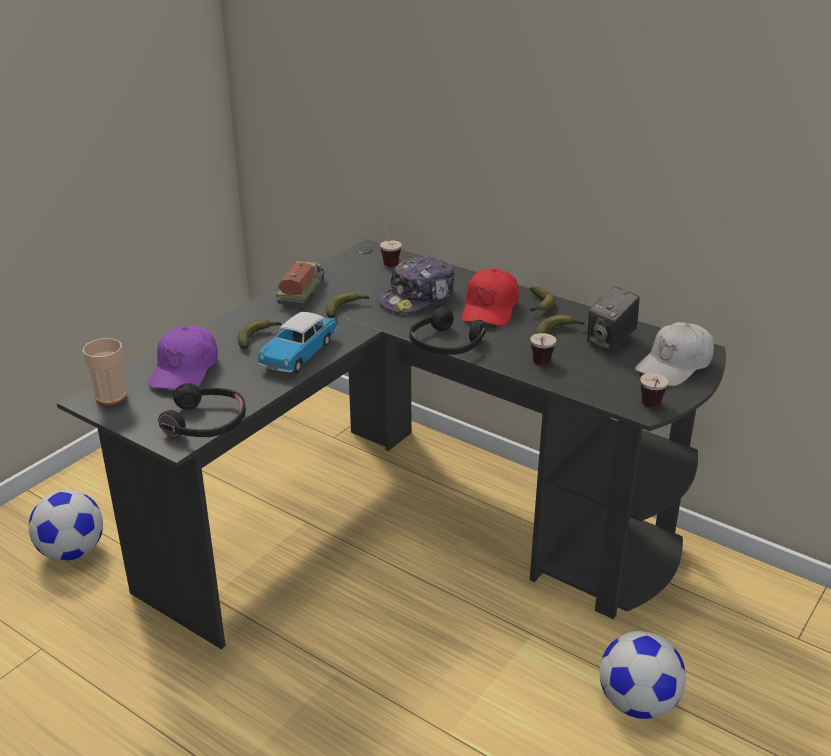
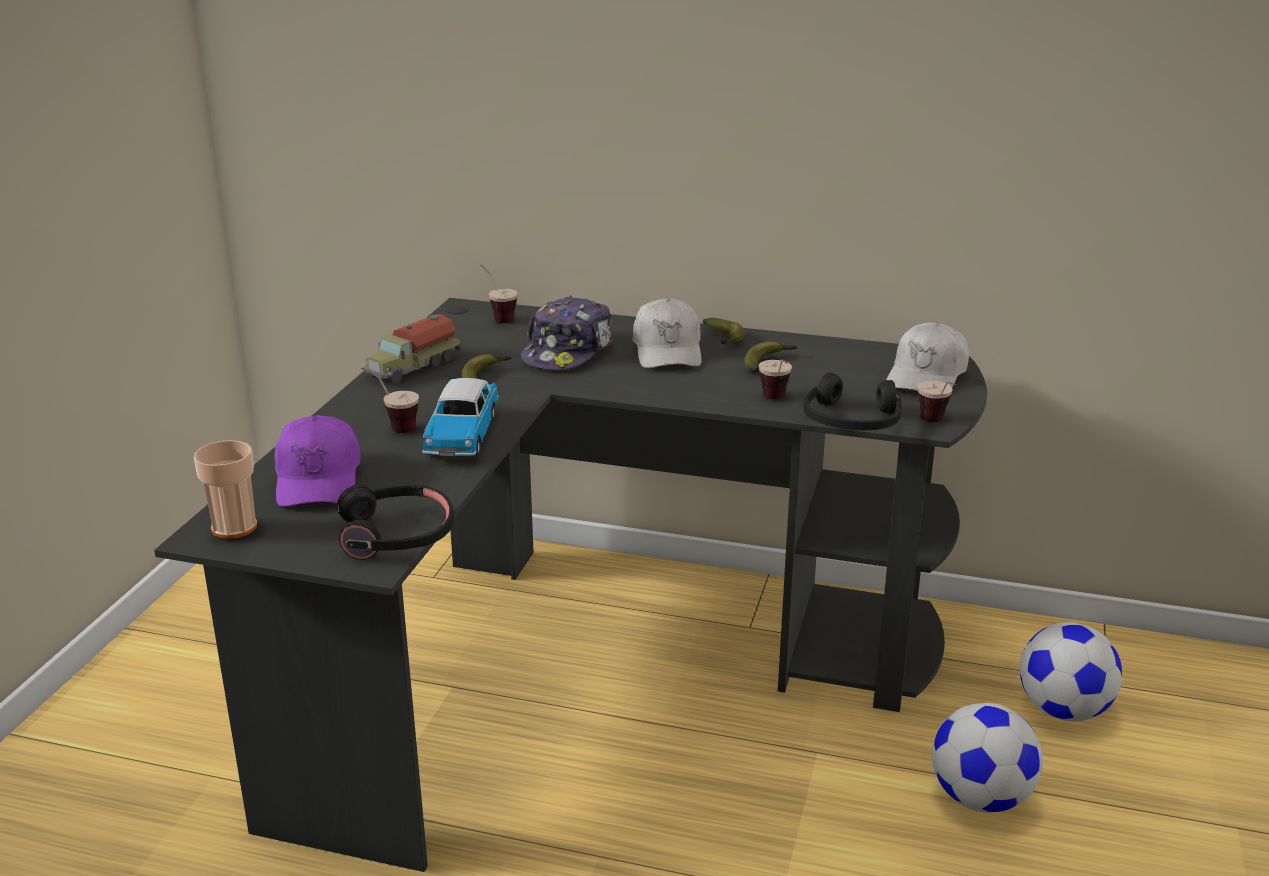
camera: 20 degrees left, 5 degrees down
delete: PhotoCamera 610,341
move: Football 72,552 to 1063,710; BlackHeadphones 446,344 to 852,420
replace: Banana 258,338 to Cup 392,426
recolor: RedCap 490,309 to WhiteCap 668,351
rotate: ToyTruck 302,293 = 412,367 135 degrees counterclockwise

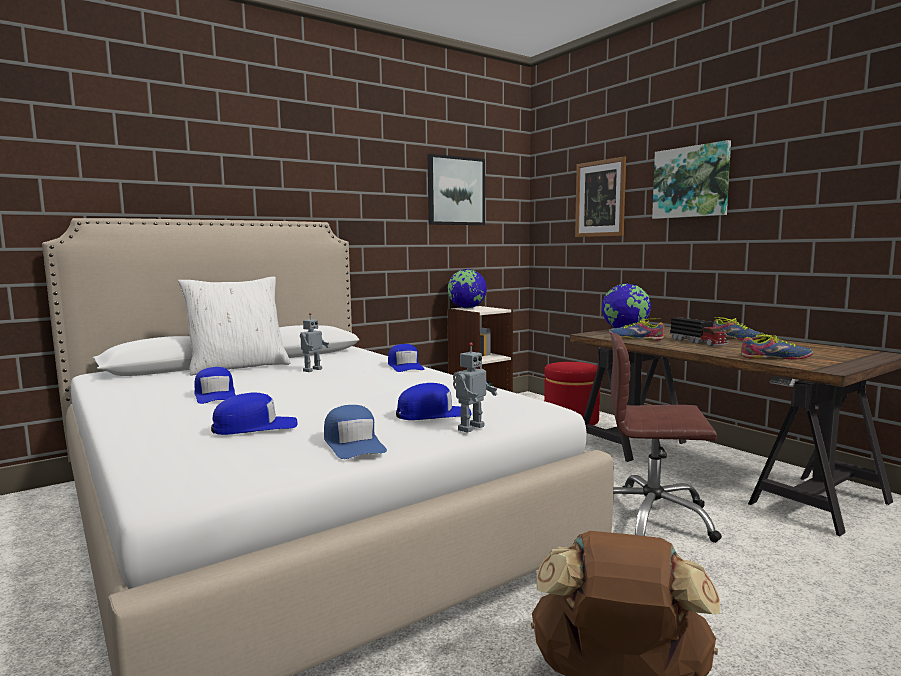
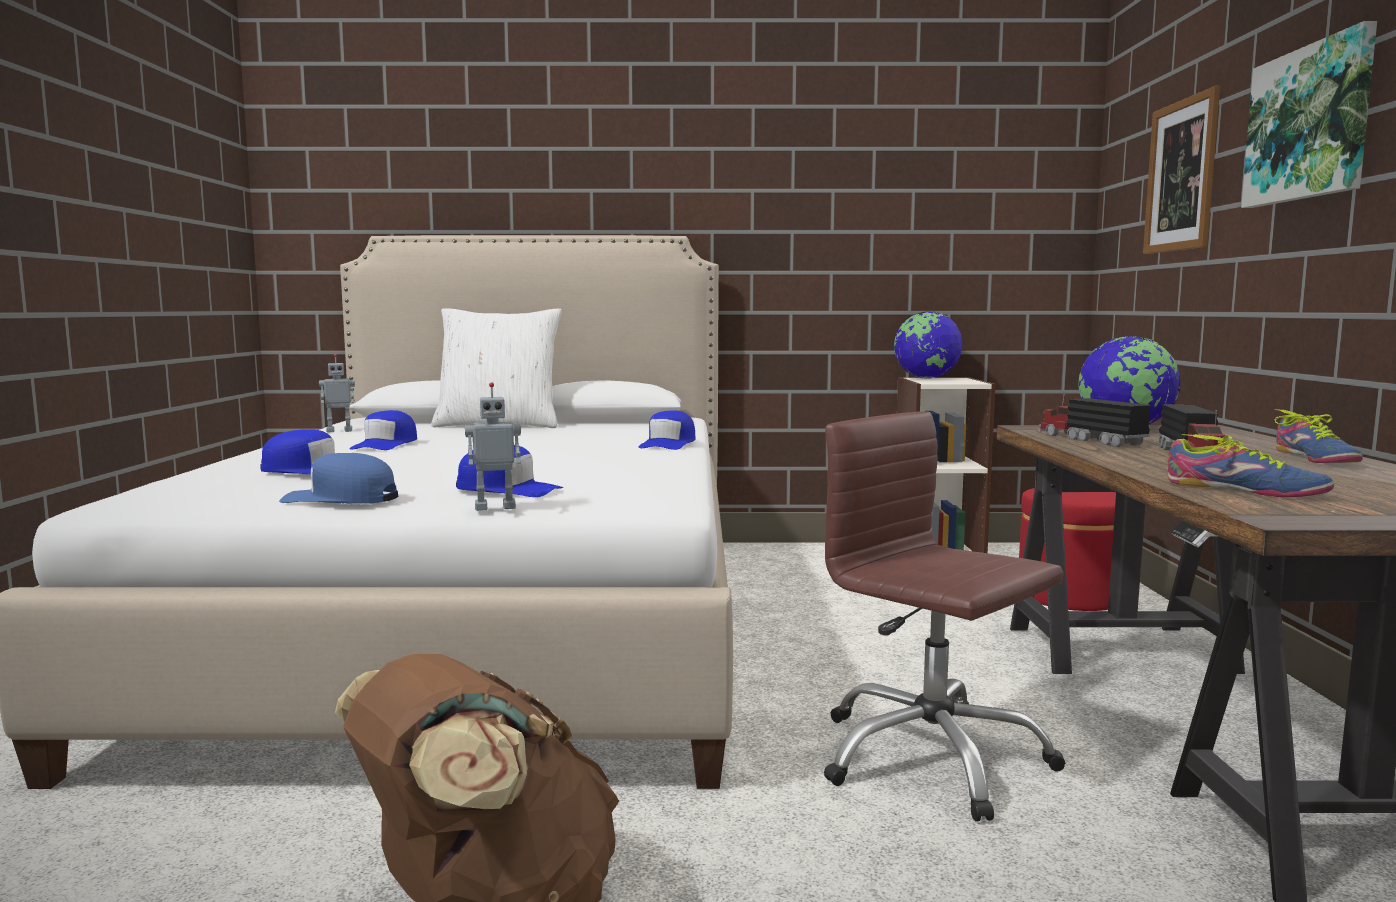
camera: 35 degrees right, 0 degrees up
delete: Picture 455,191
move: ToyRobot 312,370 to 339,431
replace: Shoe 636,338 to ToyTruck 1089,439
rotate: BlueCap 353,443 = 341,499 90 degrees clockwise

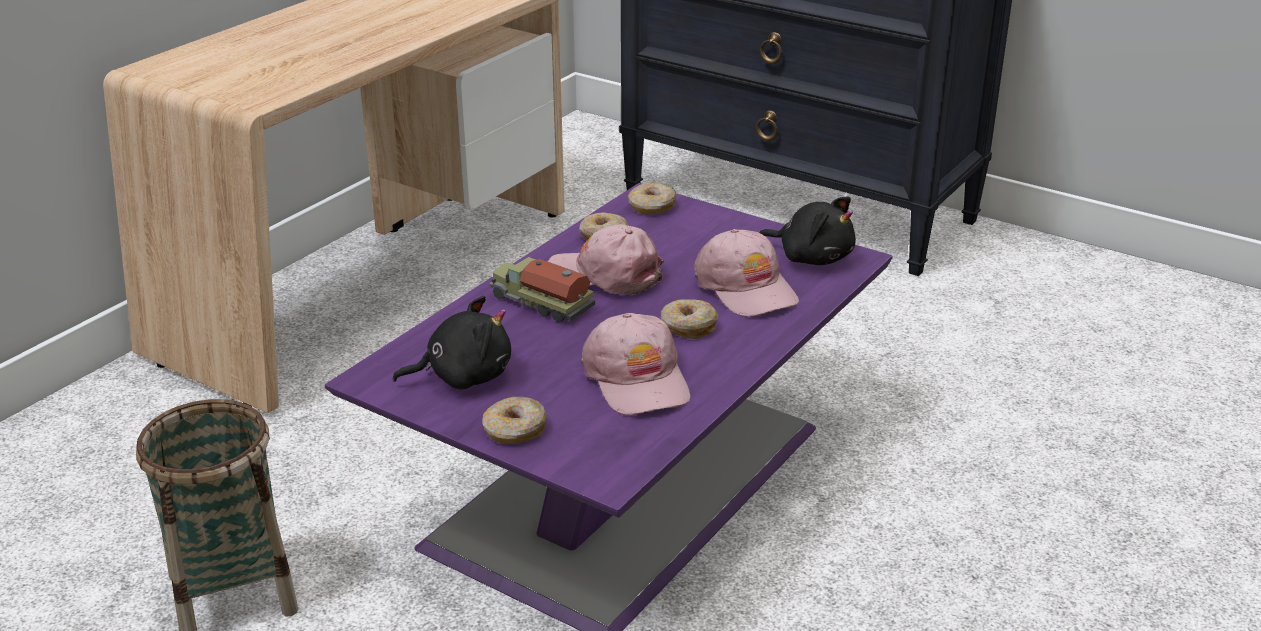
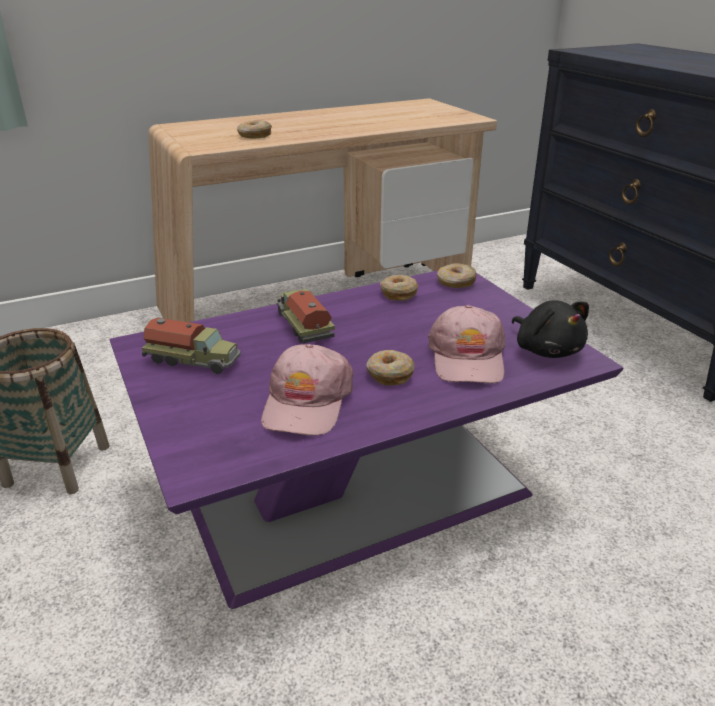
camera: 30 degrees right, 0 degrees up
delete: PinkCap 605,275
move: Donut 515,430 to 254,135
replace: BlackPlushToy 463,376 to ToyTruck 193,360

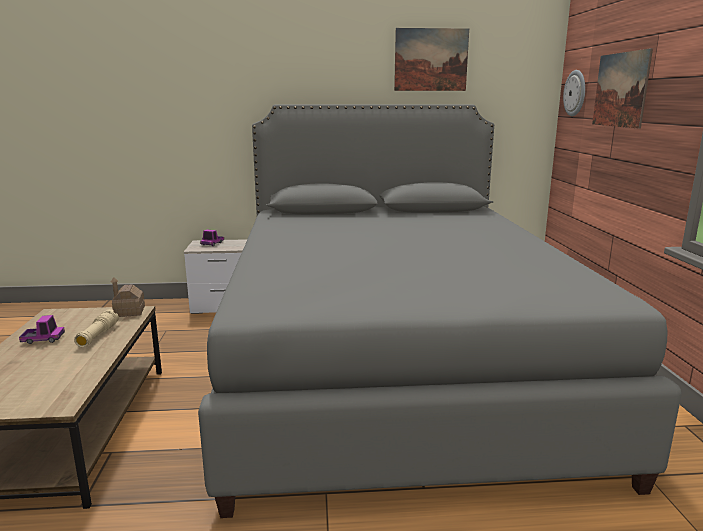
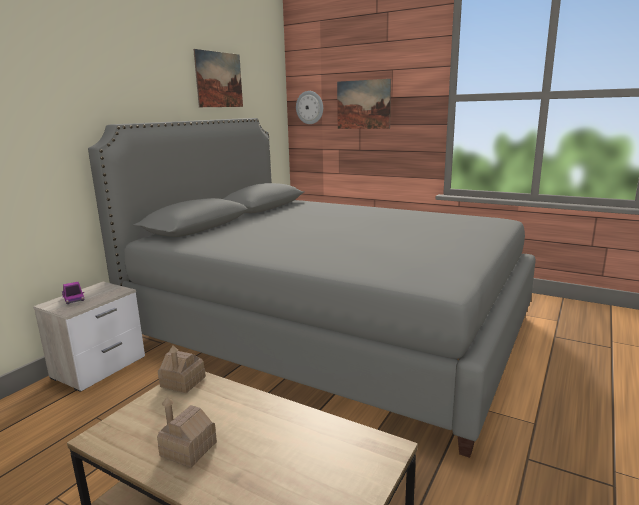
camera: 55 degrees left, 0 degrees up
delete: BeigeFlashlight 98,336
replace: ToyTruck 43,339 to ToyHouse 188,449

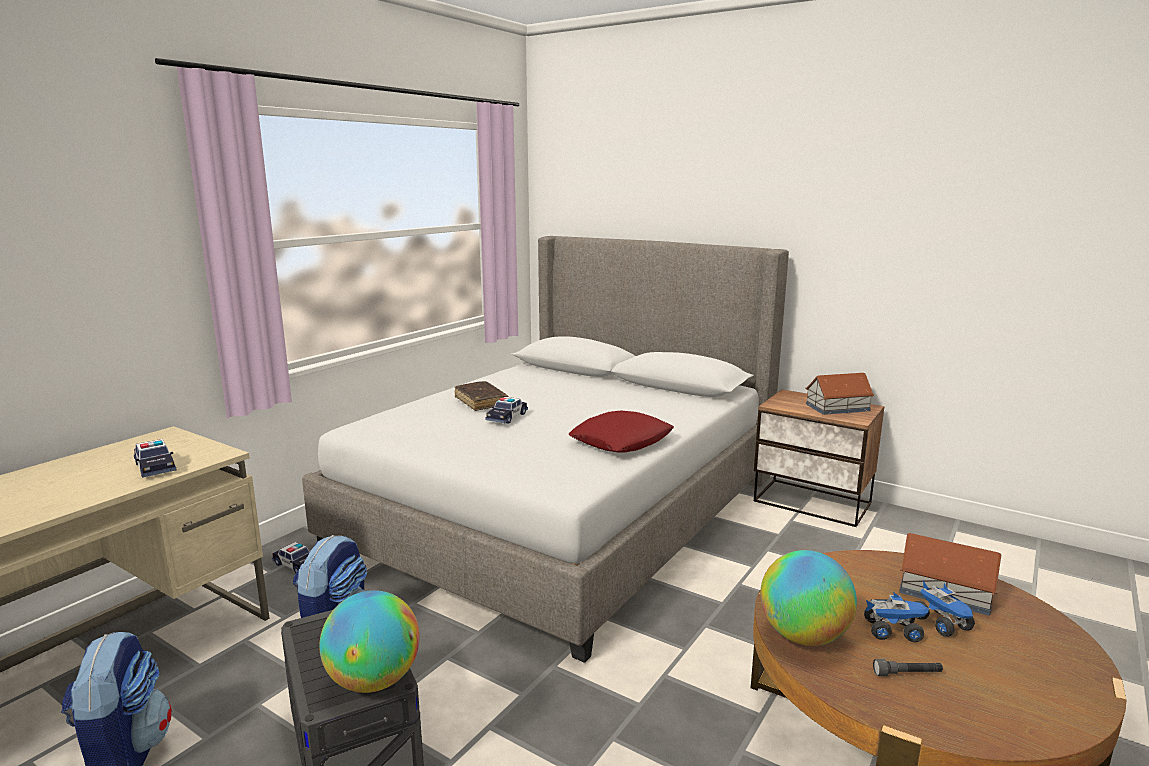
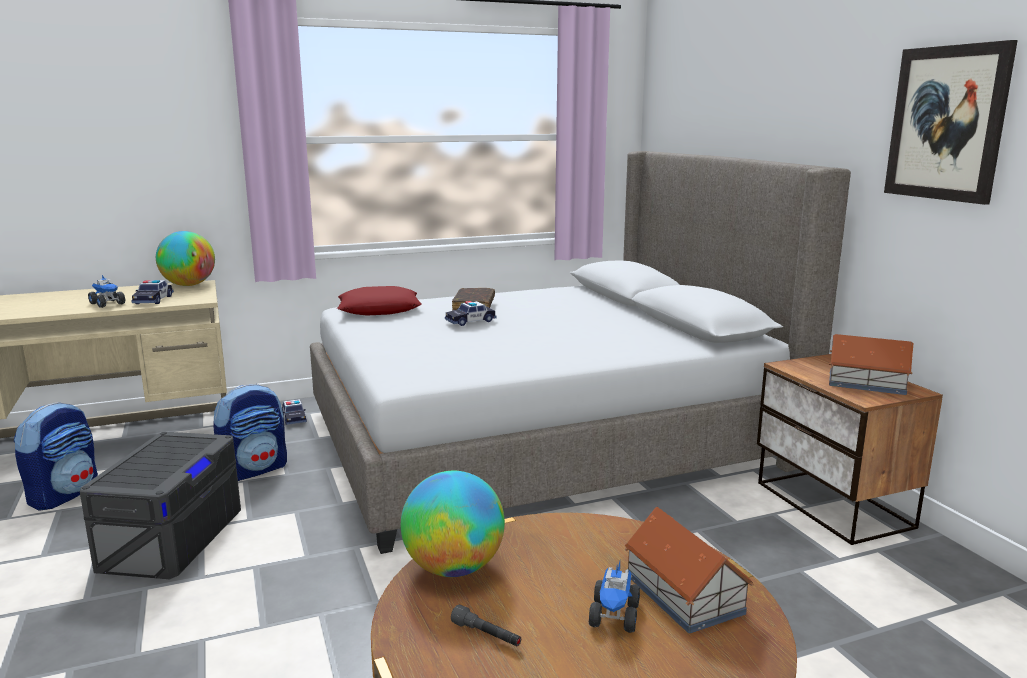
camera: 35 degrees right, 0 degrees up
insert: Picture 946,123
move: Globe 374,681 to 189,285; RedPillow 621,441 to 379,309; ToyTruck 893,631 to 108,304

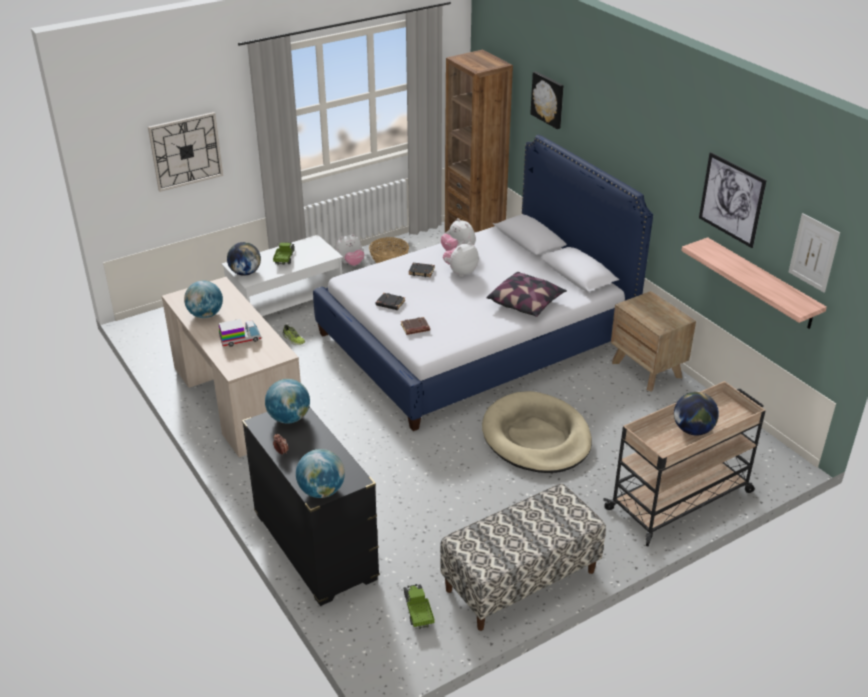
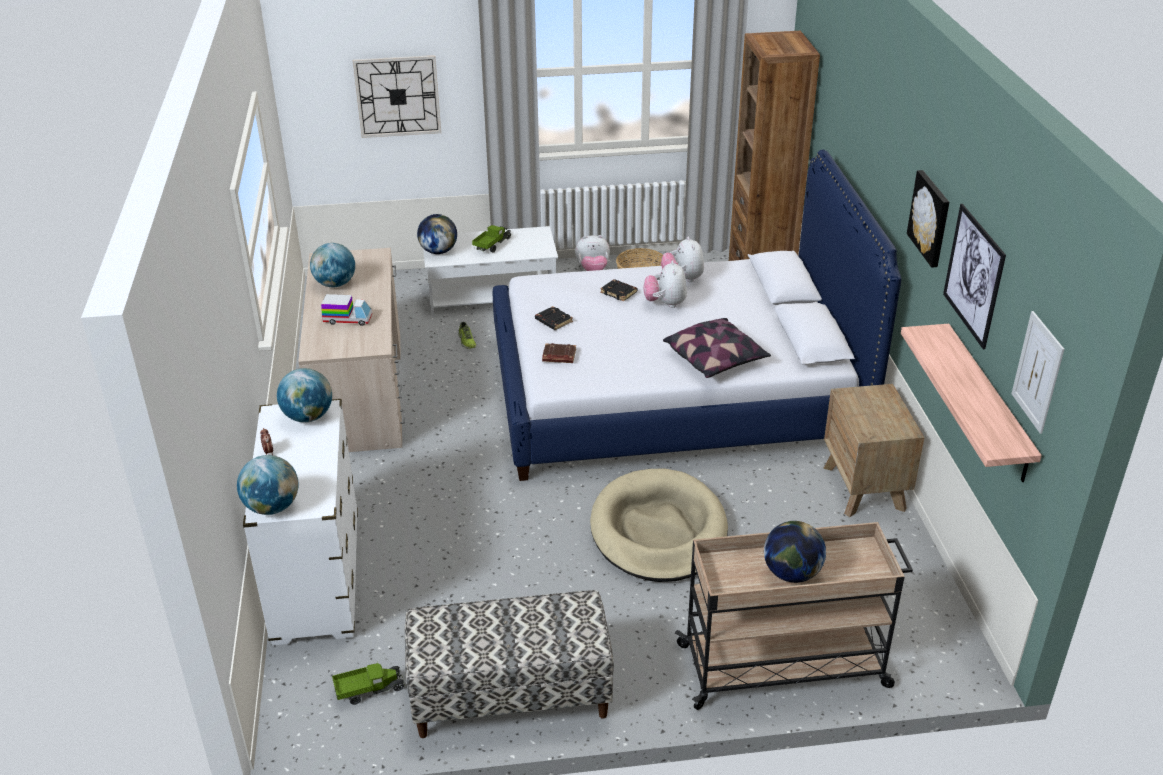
camera: 25 degrees right, 0 degrees up
move: Picture 548,99 to 931,218
recolor: BlackDresser 315,547 to WhiteDresser 317,578
rotate: ToyTruck 417,611 = 369,690 60 degrees clockwise; PlushToy 460,272 = 665,303 75 degrees counterclockwise

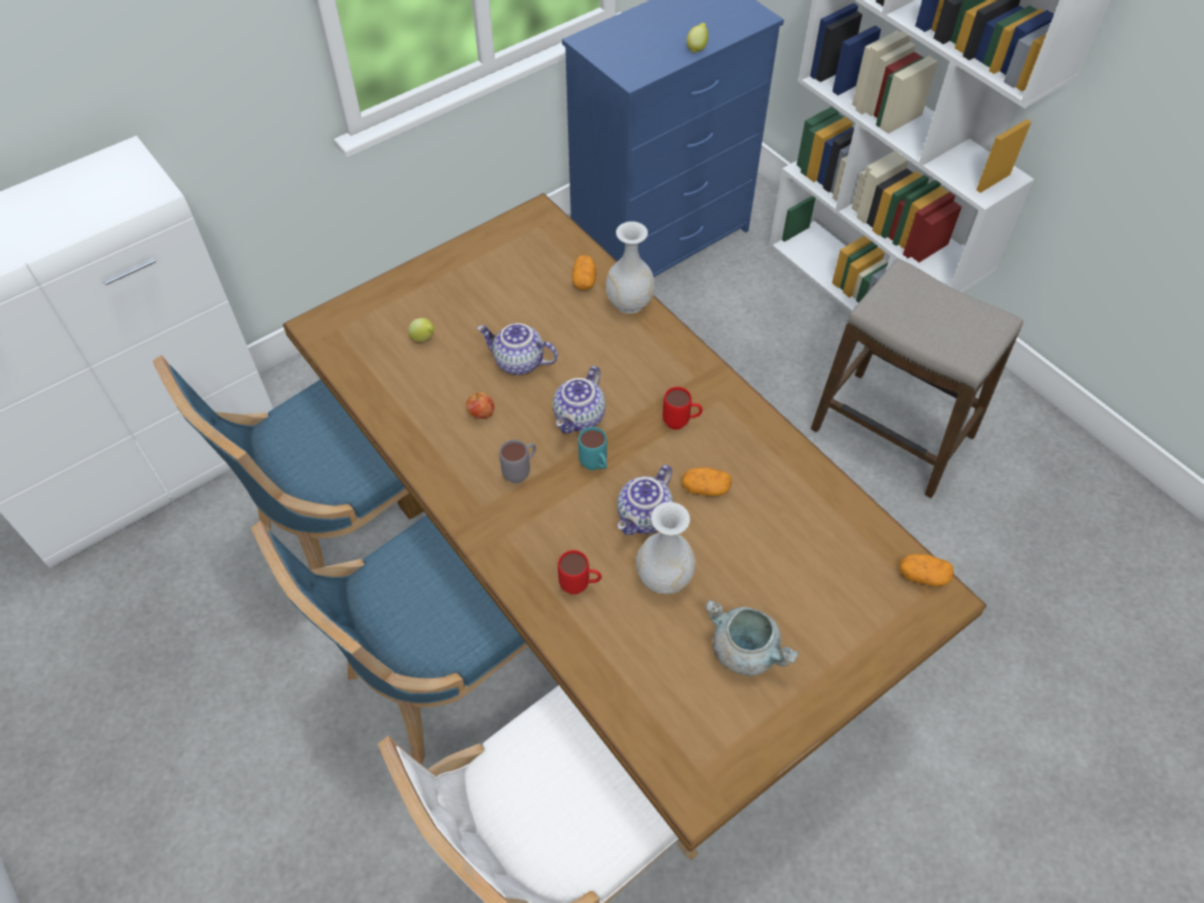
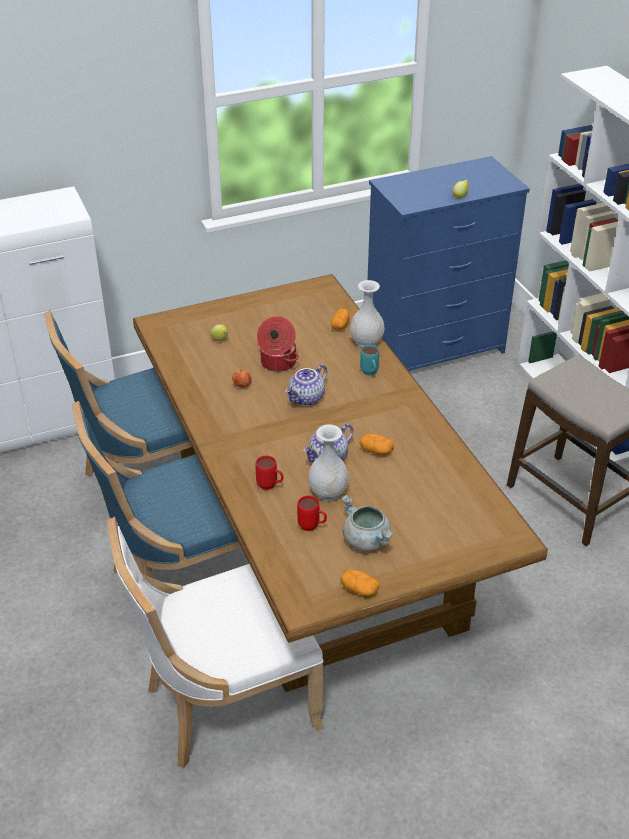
camera: 15 degrees right, 15 degrees down
delete: GreyMug 521,472
move: TurquoiseMug 595,466 to 370,374; RedMug 681,423 to 312,527; Potato 922,576 to 359,589
replace: Teapot 518,362 to CookingPot 277,362

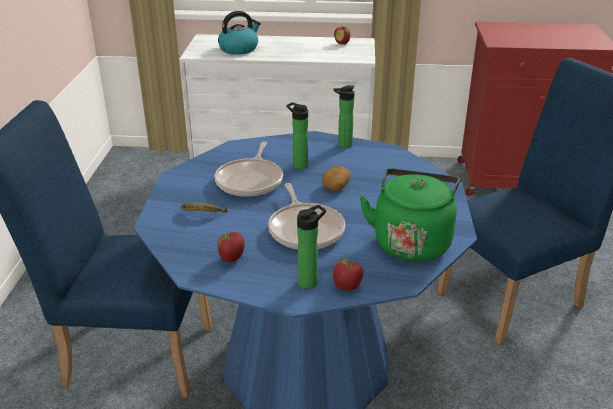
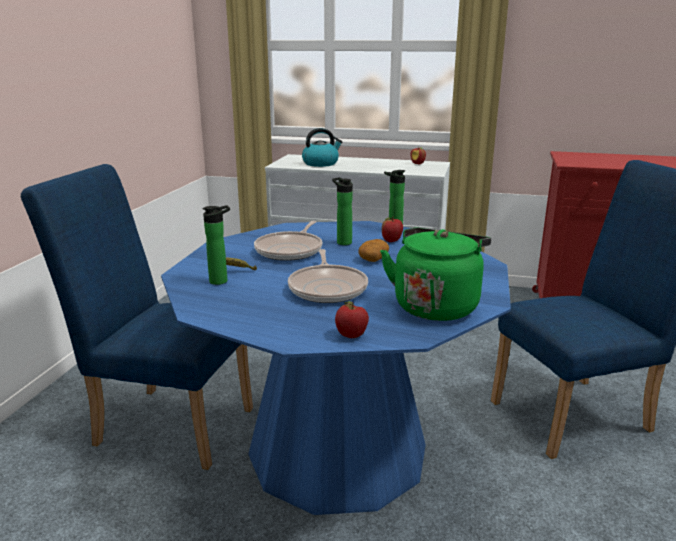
camera: 10 degrees right, 10 degrees down
move: Apple 232,259 to 392,241; Bottle 310,282 to 221,281

